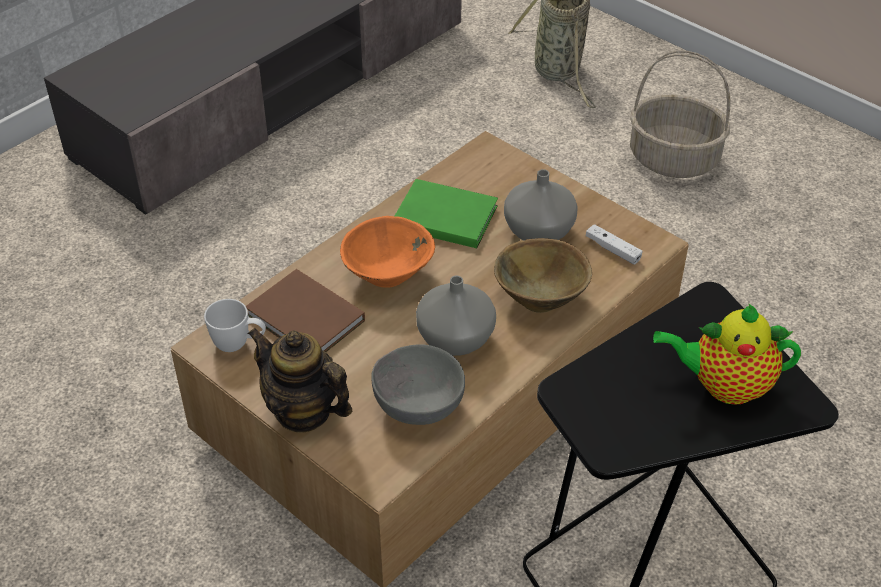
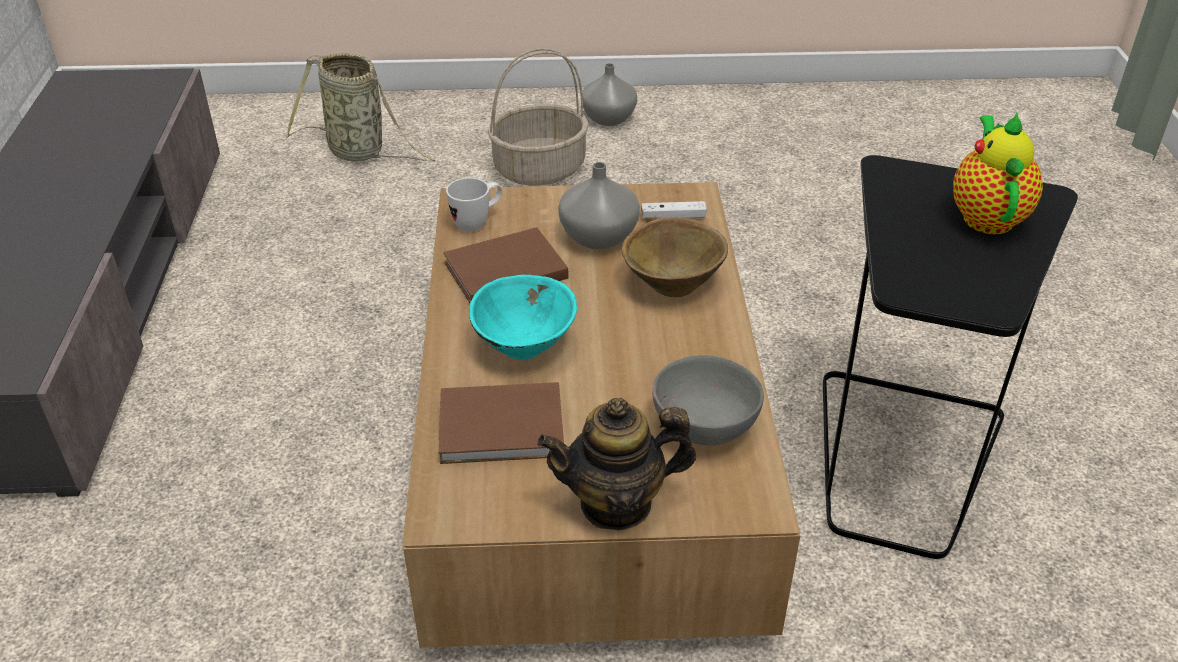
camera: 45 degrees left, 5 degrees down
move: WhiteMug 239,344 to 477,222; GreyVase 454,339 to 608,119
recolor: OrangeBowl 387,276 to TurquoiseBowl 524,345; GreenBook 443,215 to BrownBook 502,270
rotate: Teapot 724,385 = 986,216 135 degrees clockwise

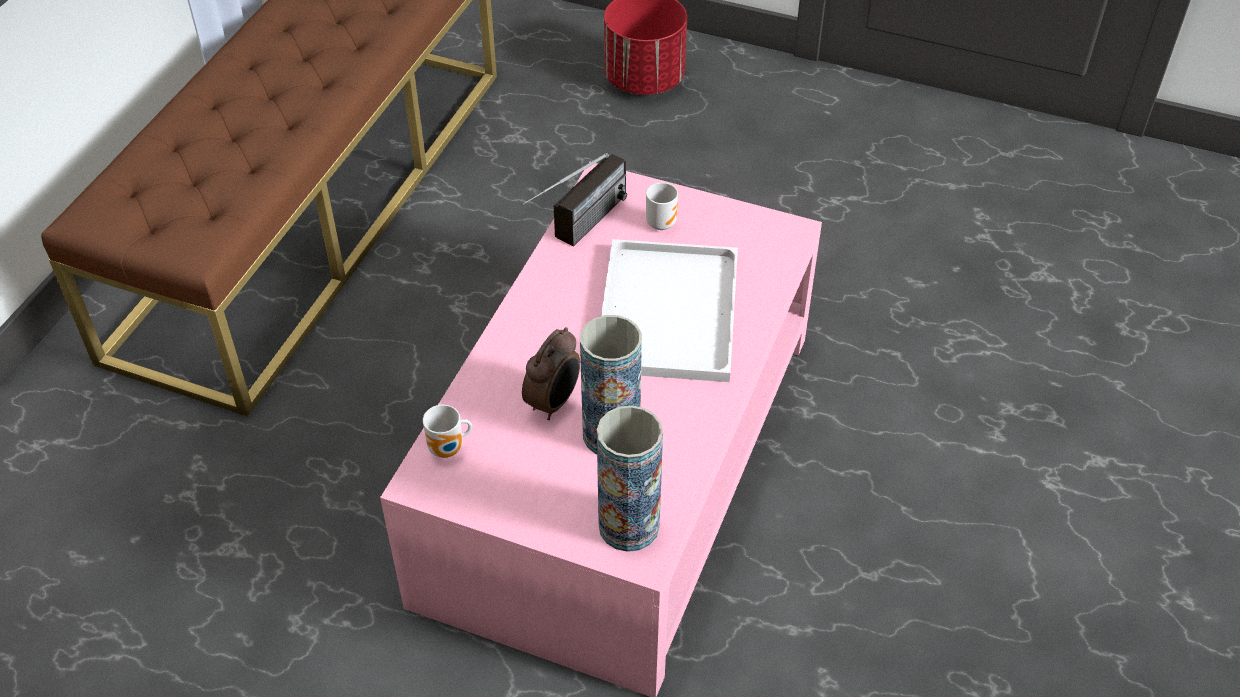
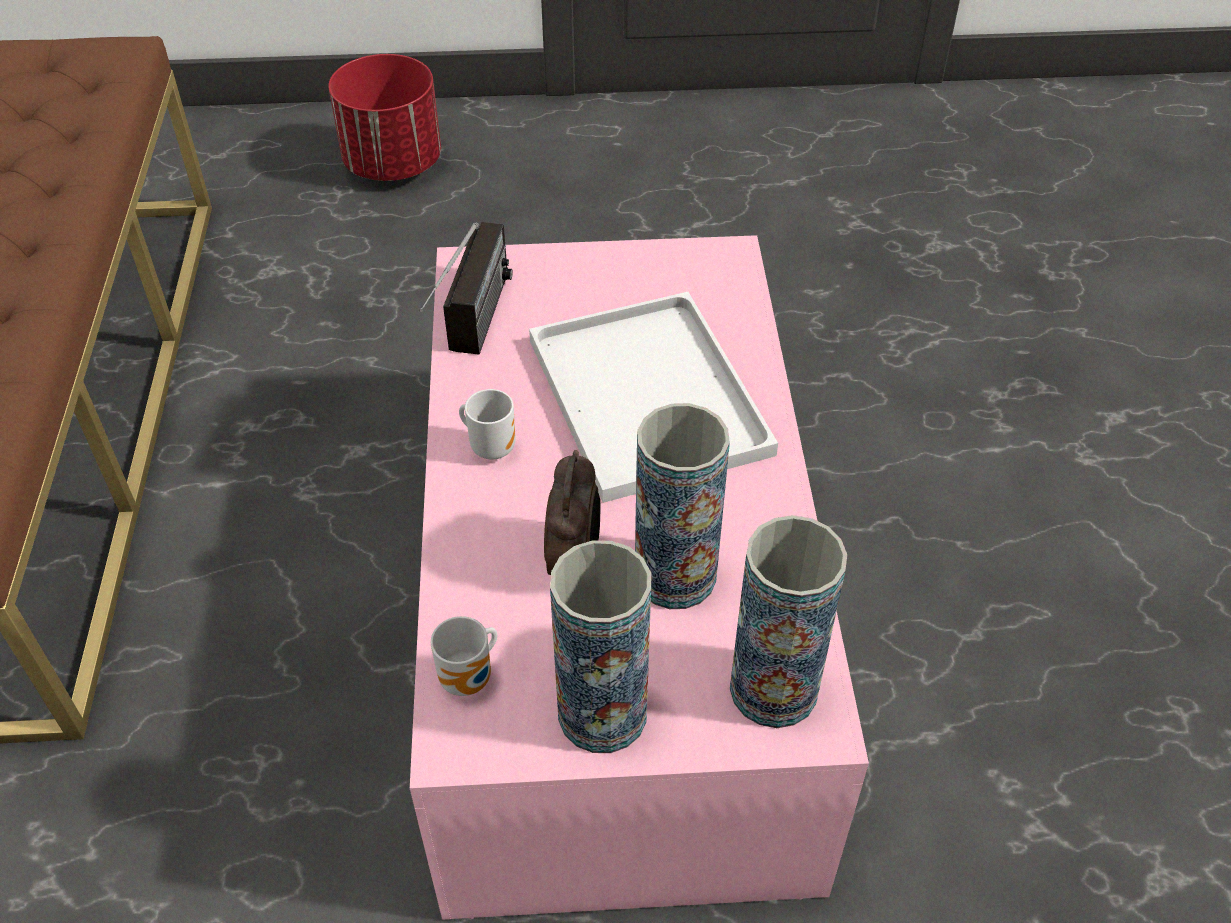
camera: 25 degrees left, 0 degrees up
insert: Vase 602,713
move: Mug 660,222 to 491,447

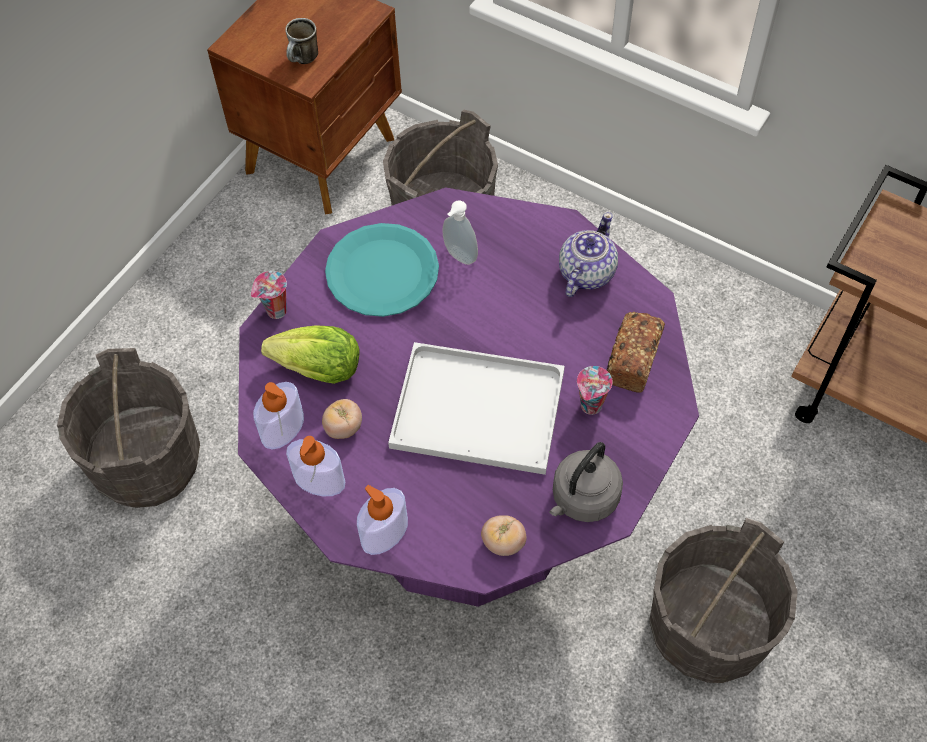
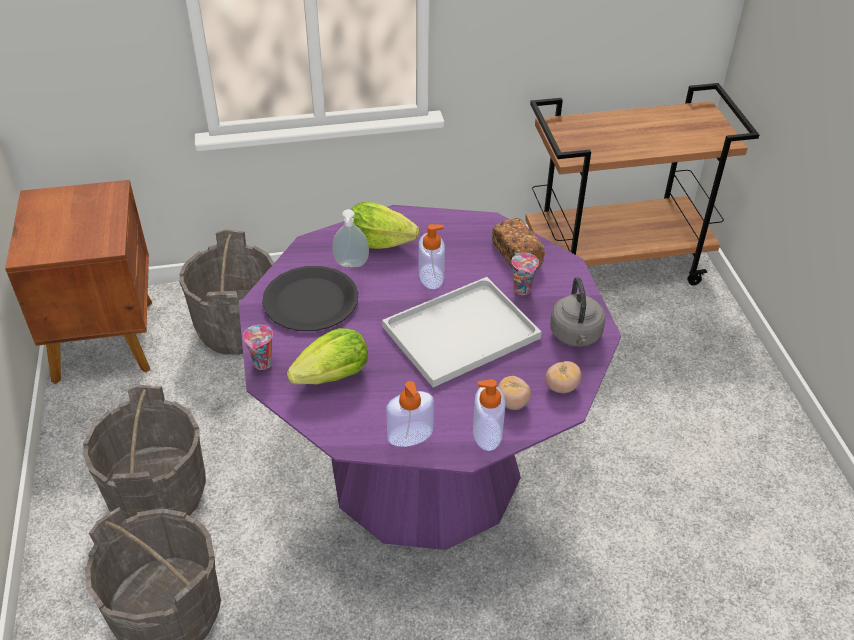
camera: 45 degrees left, 15 degrees down
delete: Mug 304,60; Teapot 585,273
insert: Lettuce 379,242
move: SoapDispenser 283,428 to 431,276; Tomato 343,427 to 512,403; GreyBucket 707,628 to 158,495
recolor: TurquoisePlate 382,271 to BlackPlate 310,301

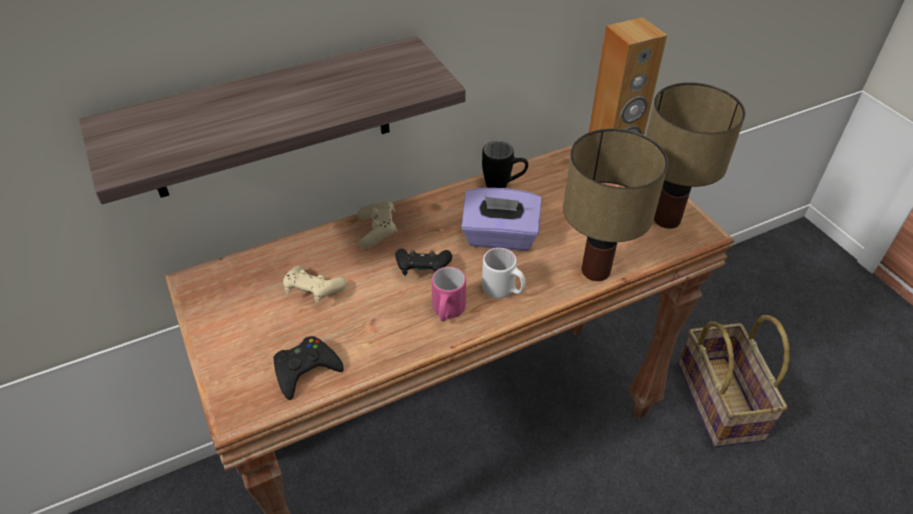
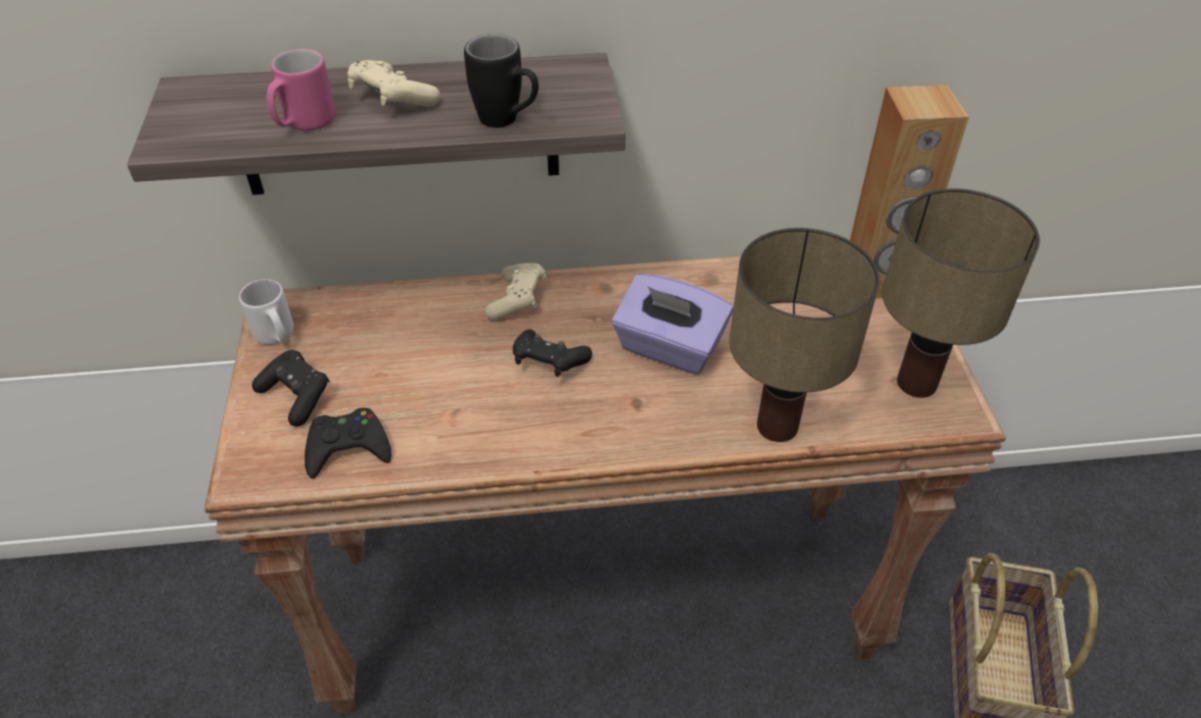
camera: 20 degrees right, 0 degrees up
insert: BlackGameController 297,396
move: BeigeGameController 313,291 to 392,100; PinkMug 447,312 to 304,124; BlackMug 503,185 to 508,122; WhiteMug 503,290 to 277,337

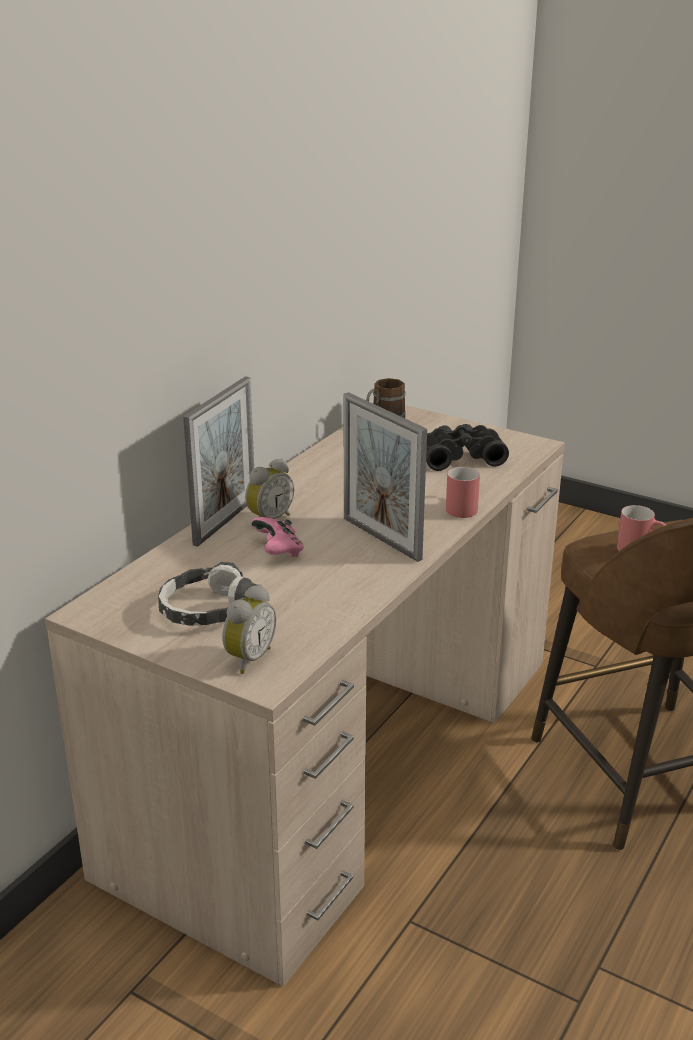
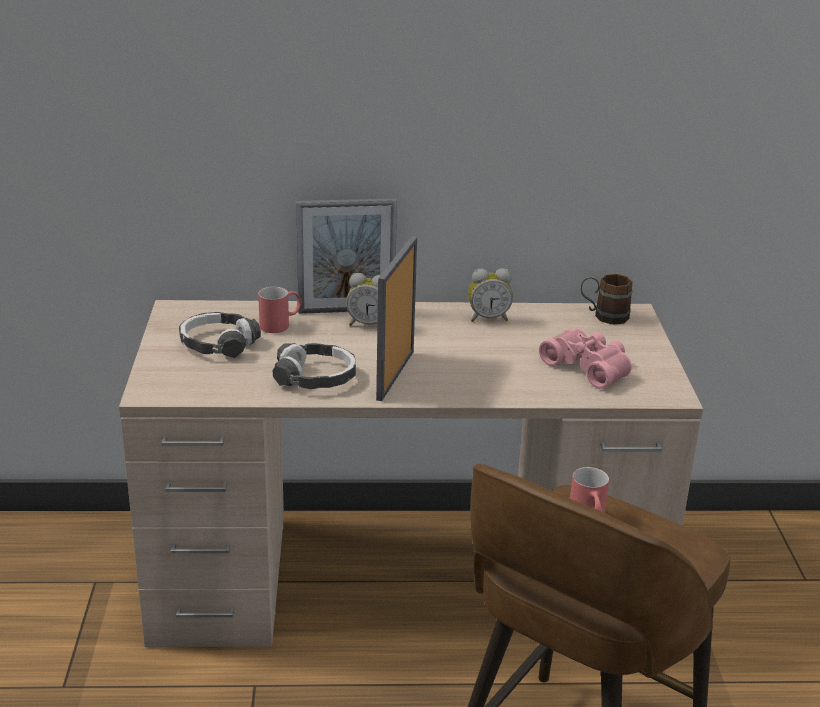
camera: 55 degrees right, 0 degrees up
delete: PinkGameController 278,551
insert: Headphones 315,377
move: AlarmClock 247,658 to 488,318; RedMug 460,506 to 281,324
recolor: BlackBinoculars 460,457 to PinkBinoculars 589,367

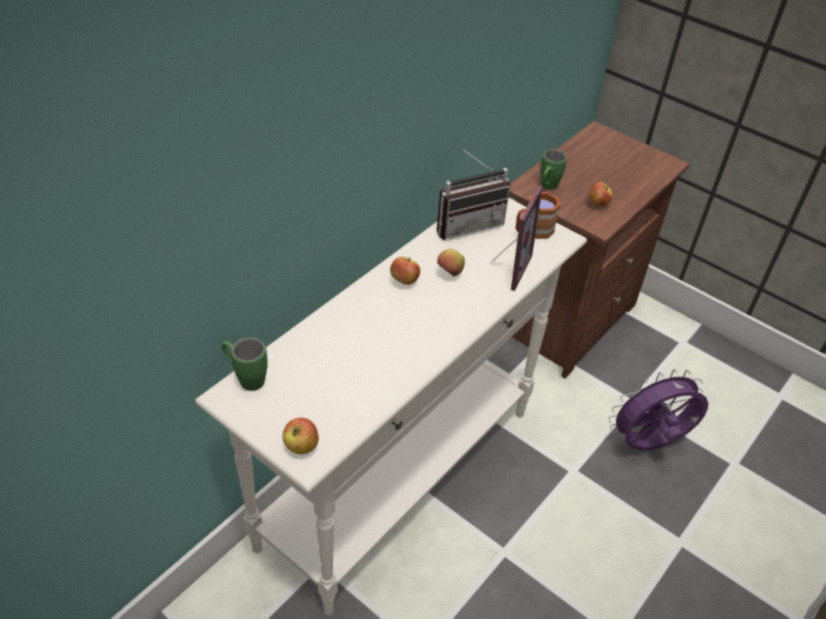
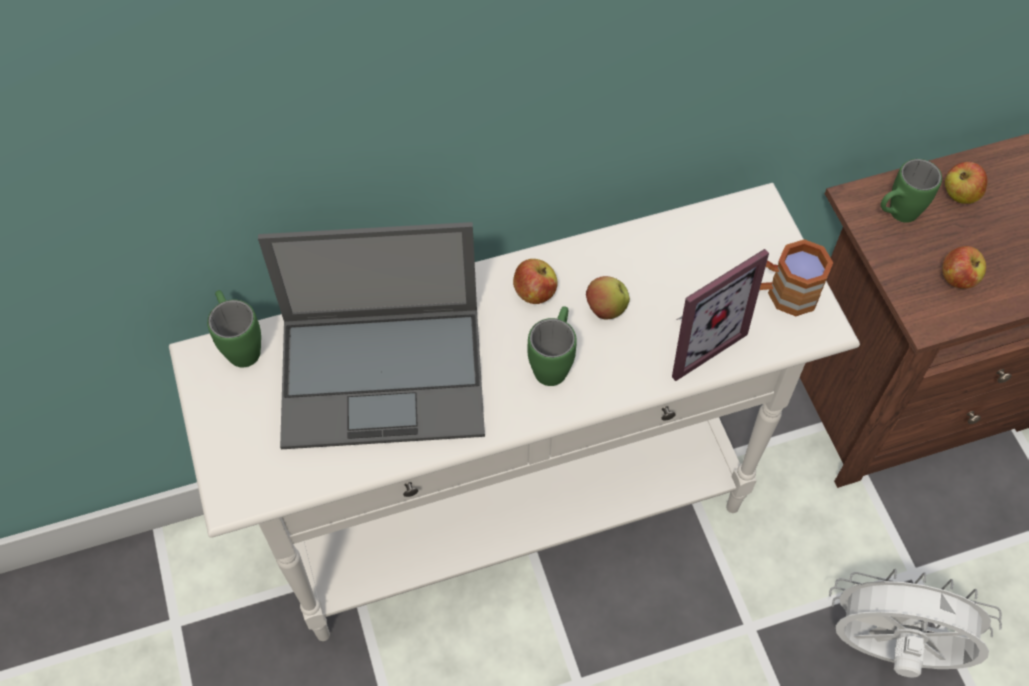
camera: 35 degrees right, 15 degrees up
delete: Radio 467,224
insert: Laptop 385,375; GreenMug 553,362
move: Apple 301,446 to 960,194
recolor: PurpleFan 649,445 to WhiteFan 889,650

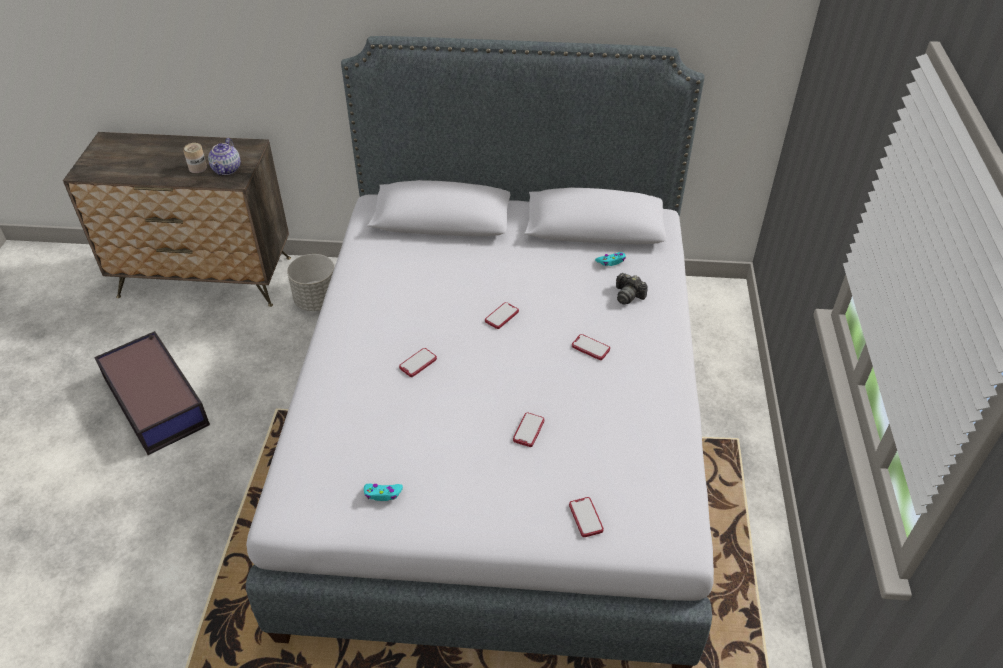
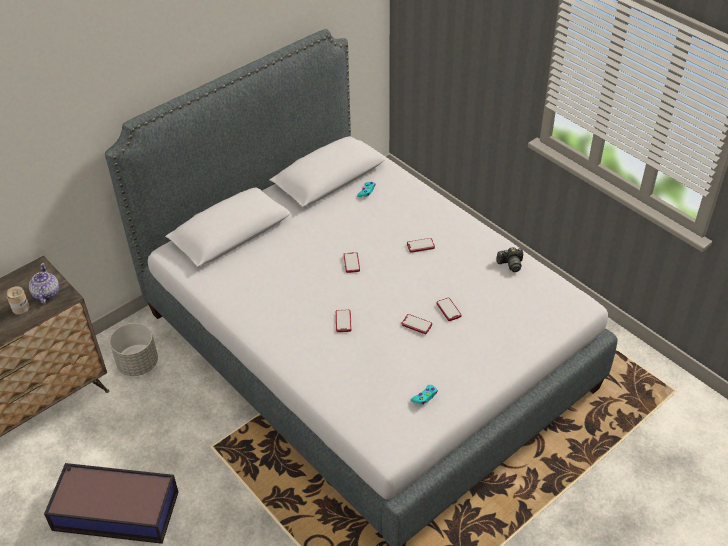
camera: 45 degrees left, 0 degrees up
move: Phone 585,518 to 416,325; PhotoCamera 628,295 to 510,264
rotate: Teapot 227,169 = 46,294 150 degrees counterclockwise

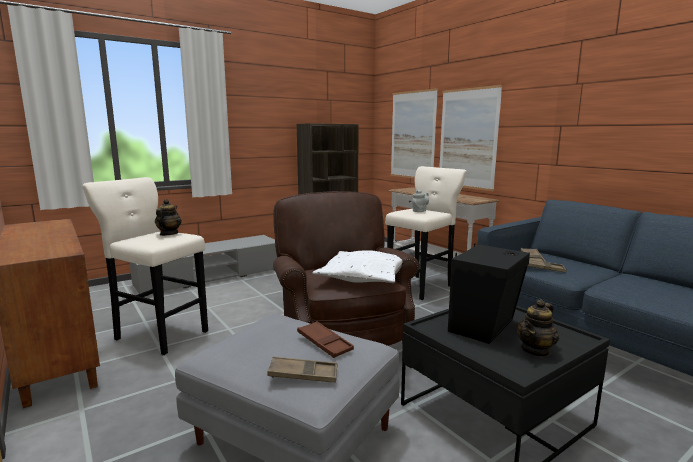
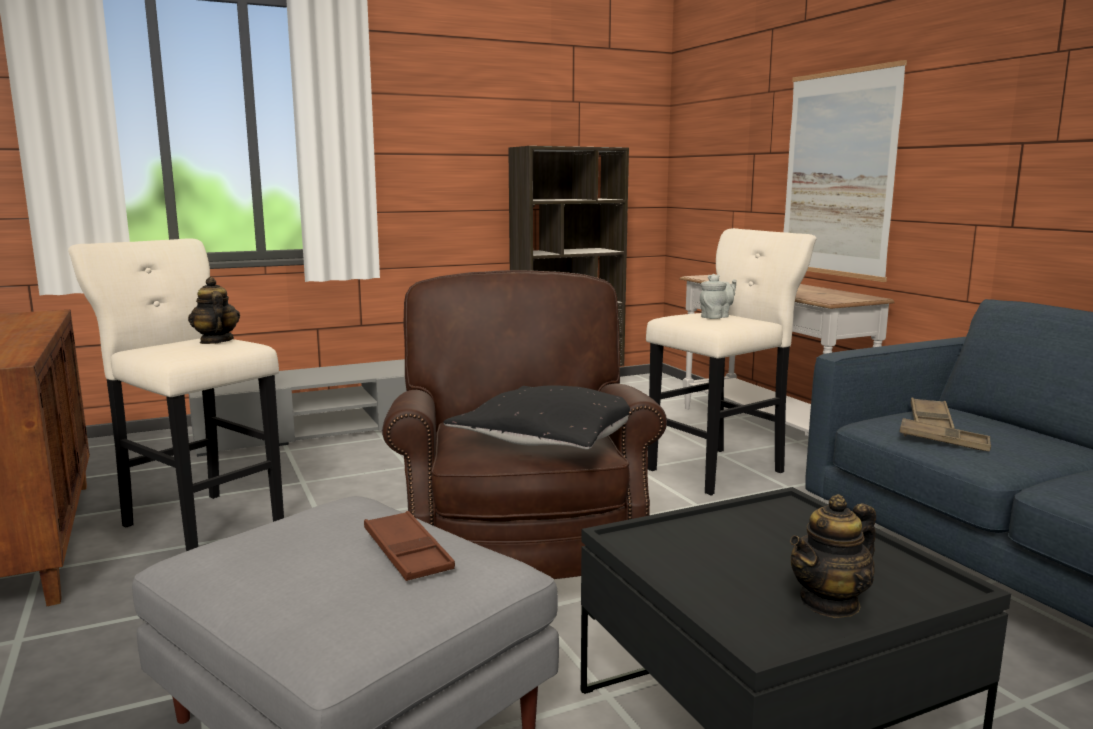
camera: 10 degrees right, 0 degrees up
delete: BrownTray 303,374; Picture 413,135; BlackSpeaker 485,326
recolor: WhitePillow 363,277 to BlackPillow 551,437
rotate: Teapot 168,234 = 216,341 45 degrees counterclockwise

